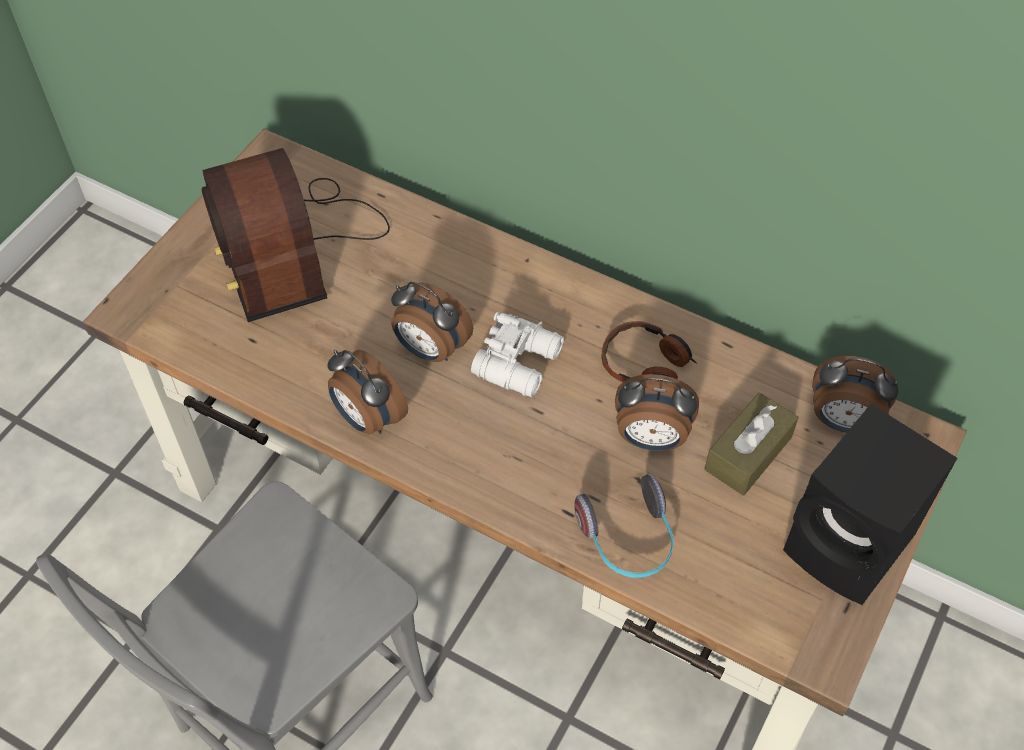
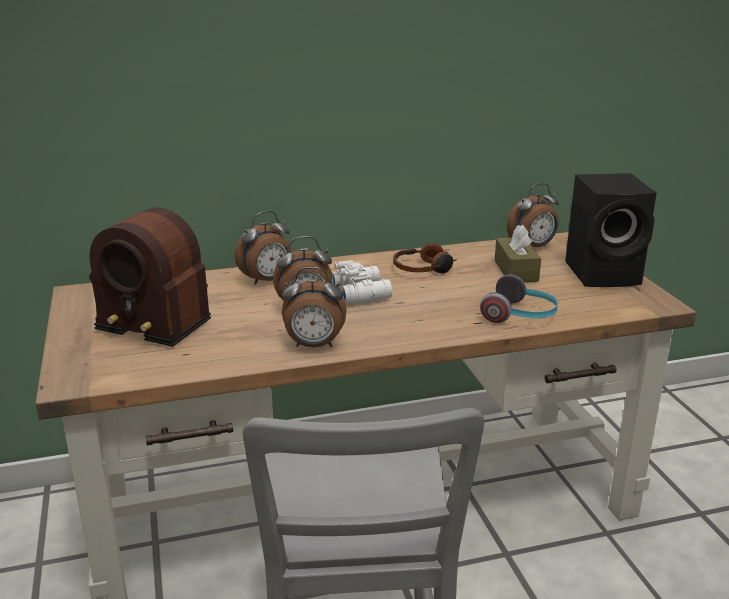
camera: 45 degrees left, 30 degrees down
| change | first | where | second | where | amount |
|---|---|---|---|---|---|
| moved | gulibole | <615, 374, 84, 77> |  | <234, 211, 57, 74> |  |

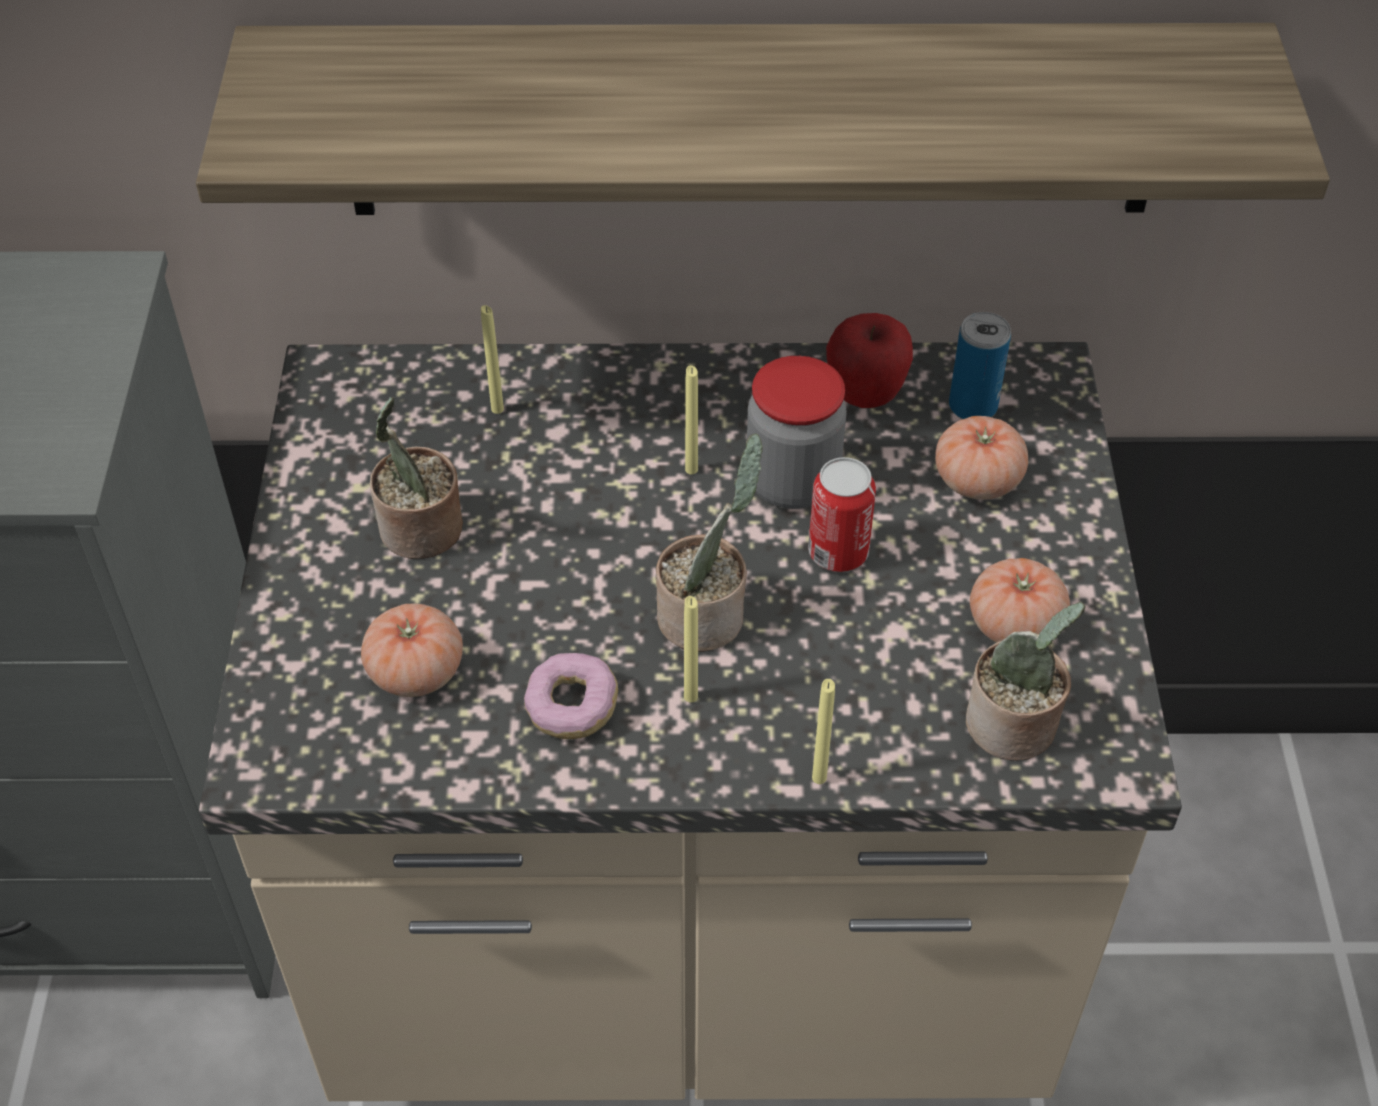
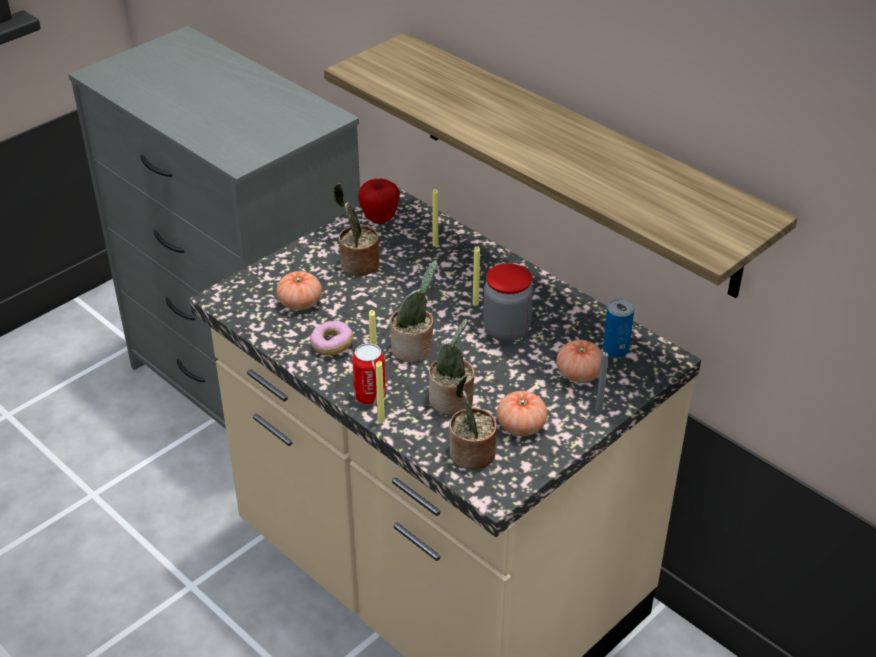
camera: 45 degrees right, 10 degrees down
| change | first | where | second | where | amount |
|---|---|---|---|---|---|
| moved | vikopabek | <826, 313, 87, 95> |  | <358, 179, 42, 45> |  |
| moved | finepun | <808, 457, 68, 115> |  | <352, 343, 34, 62> |  |
| added |  |  | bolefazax | <429, 319, 46, 96> |  |
| added |  |  | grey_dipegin | <595, 351, 13, 62> |  |

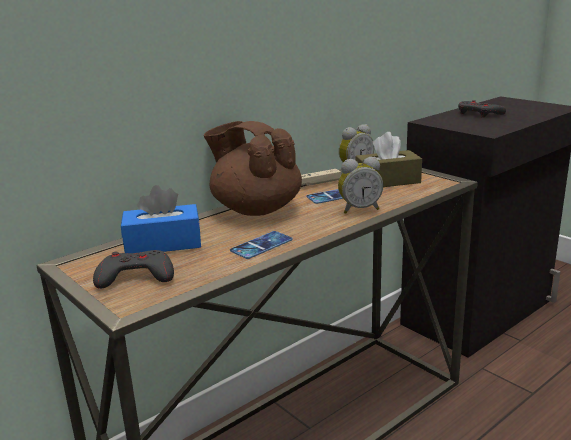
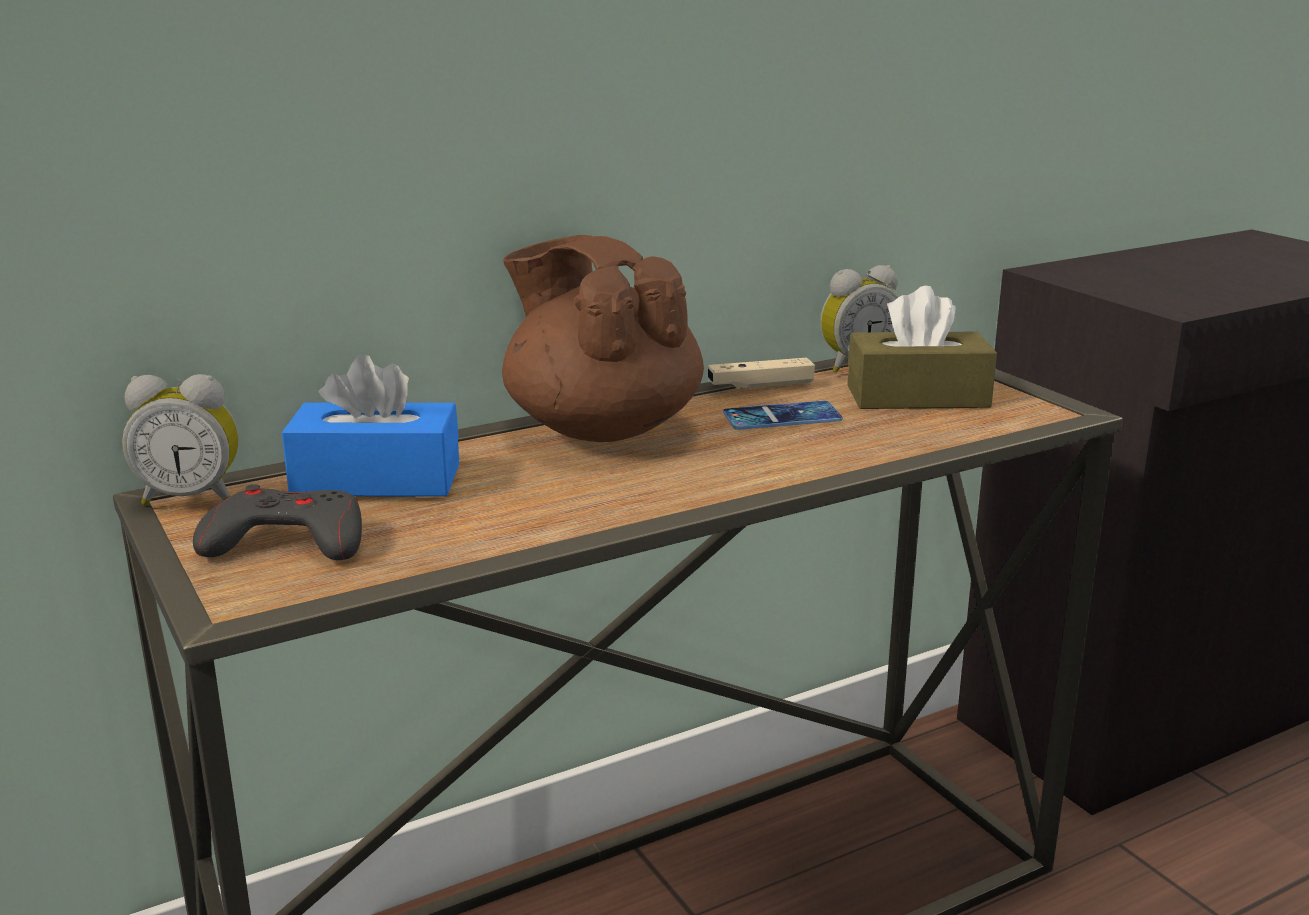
camera: 10 degrees right, 0 degrees up
| change | first | where | second | where | amount |
|---|---|---|---|---|---|
| removed | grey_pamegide | <458, 100, 48, 17> |  |  |  |
| moved | gulibole | <338, 157, 45, 57> |  | <122, 374, 117, 131> |  |
| removed | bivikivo | <230, 231, 63, 28> |  |  |  |

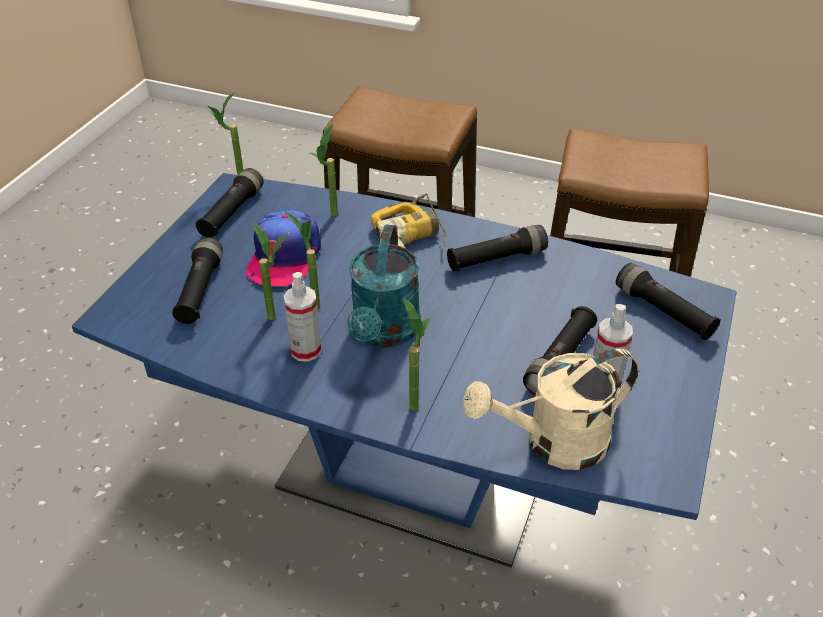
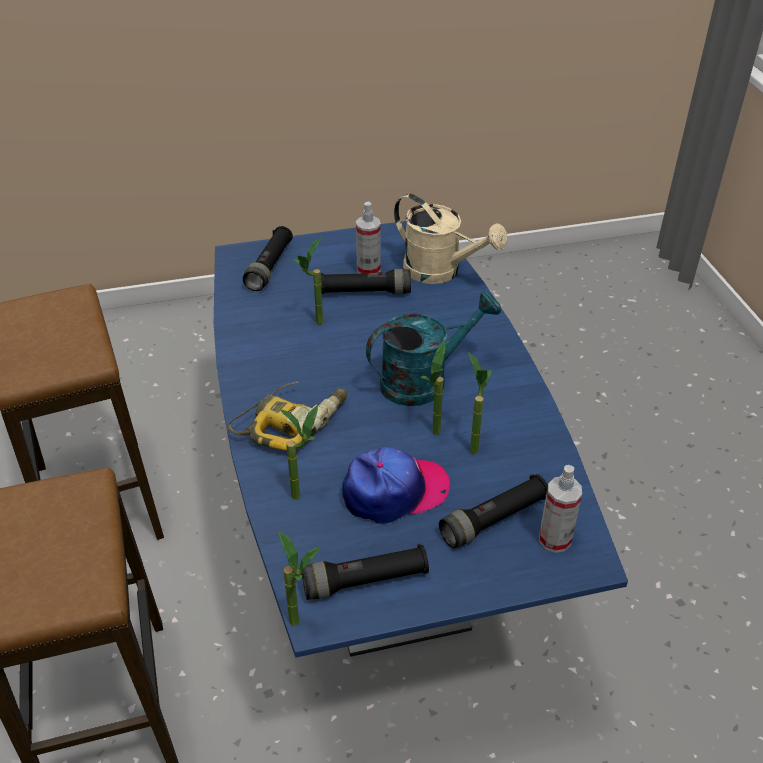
camera: 125 degrees left, 0 degrees up
| change | first | where | second | where | amount |
|---|---|---|---|---|---|
| removed | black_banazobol | <447, 225, 101, 46> |  |  |  |
| moved | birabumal | <284, 272, 37, 90> |  | <539, 465, 43, 88> |  |
| moved | bolefazax | <403, 297, 27, 113> |  | <293, 238, 30, 86> |  |

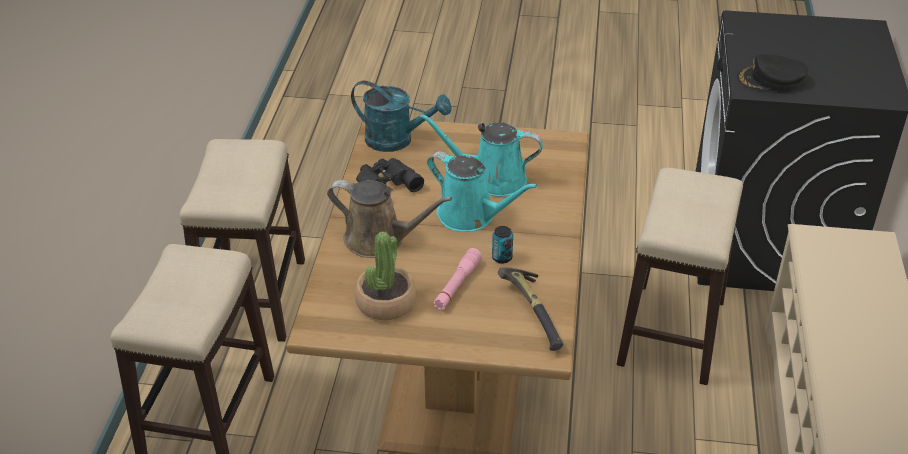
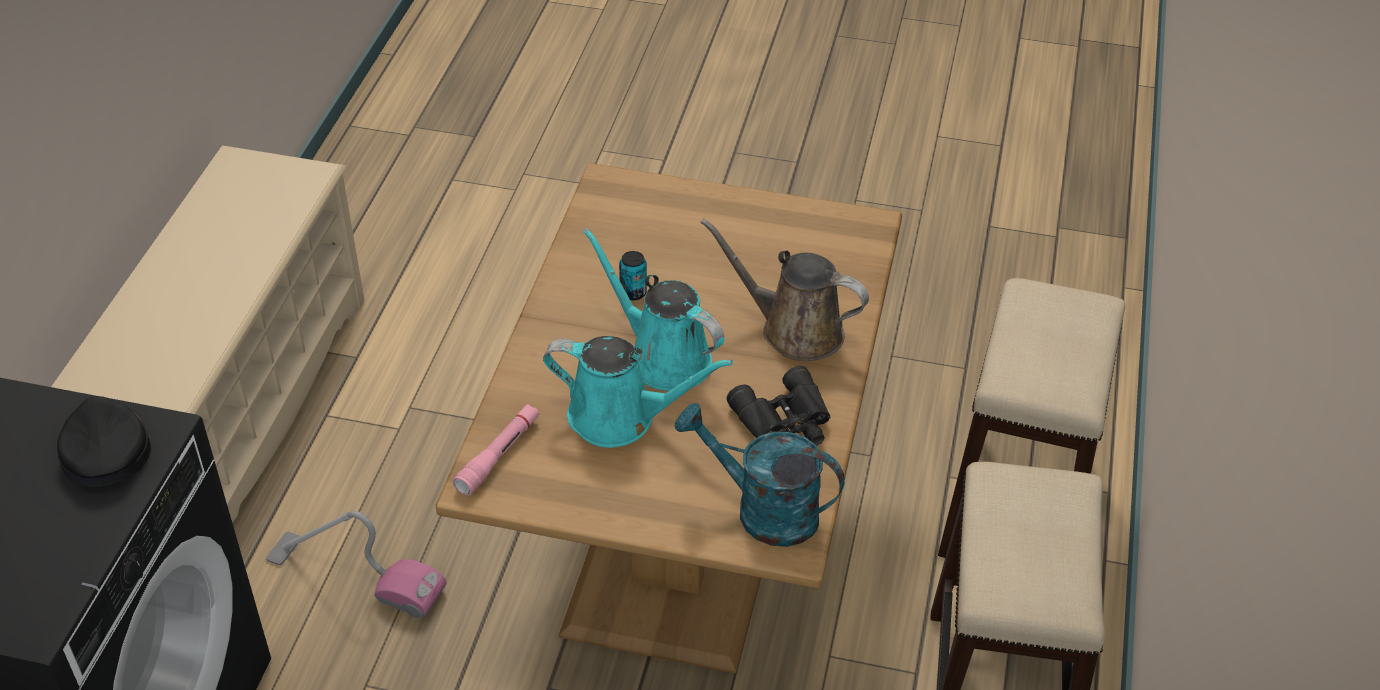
camera: 175 degrees left, 5 degrees up
| change | first | where | second | where | amount |
|---|---|---|---|---|---|
| turned | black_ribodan | <737, 54, 71, 39> |  | <57, 396, 94, 91> | 120 degrees counterclockwise |
| replaced | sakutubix | <617, 168, 126, 217> | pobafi | <266, 511, 180, 107> |  |
| removed | bolefazax | <354, 232, 62, 88> |  |  |  |
| moved | pink_banazobol | <433, 248, 49, 62> |  | <453, 404, 86, 91> |  |
| removed | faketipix | <498, 267, 65, 84> |  |  |  |

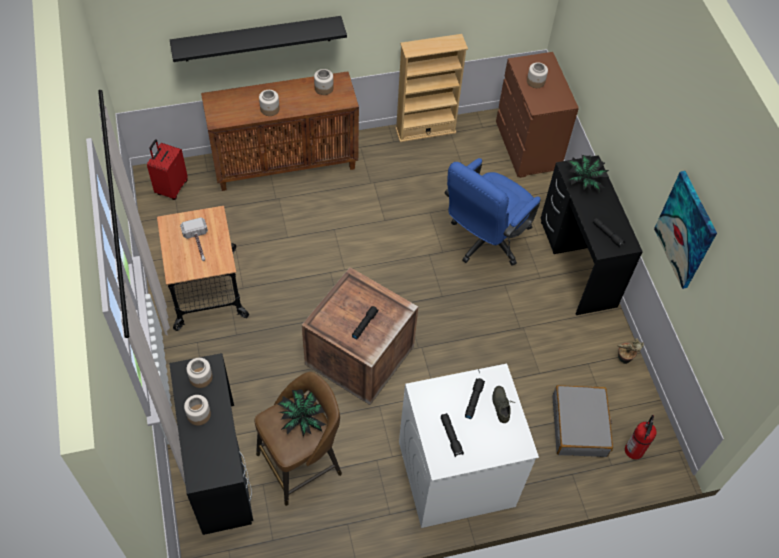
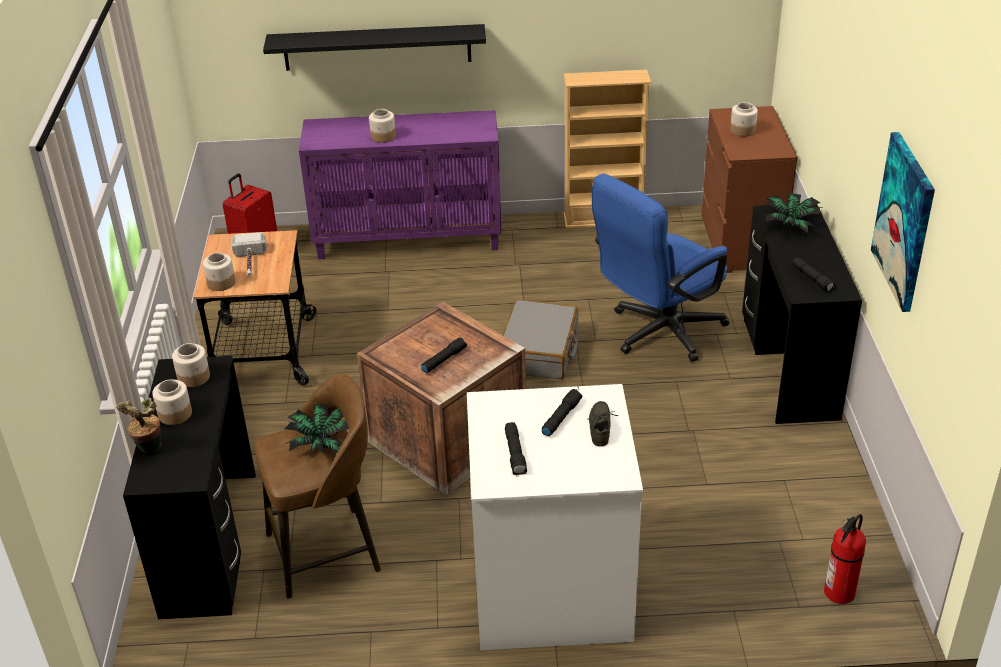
camera: 15 degrees right, 20 degrees down
| change | first | where | second | where | amount |
|---|---|---|---|---|---|
| moved | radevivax | <314, 69, 20, 26> |  | <203, 253, 32, 38> |  |
| recoloured | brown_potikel | <201, 71, 158, 120> | purple_potikel | <299, 110, 203, 149> |  |
| moved | bolefazax | <617, 338, 27, 26> |  | <116, 398, 45, 55> |  |
| moved | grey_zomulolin | <553, 385, 60, 72> |  | <503, 300, 75, 79> |  |

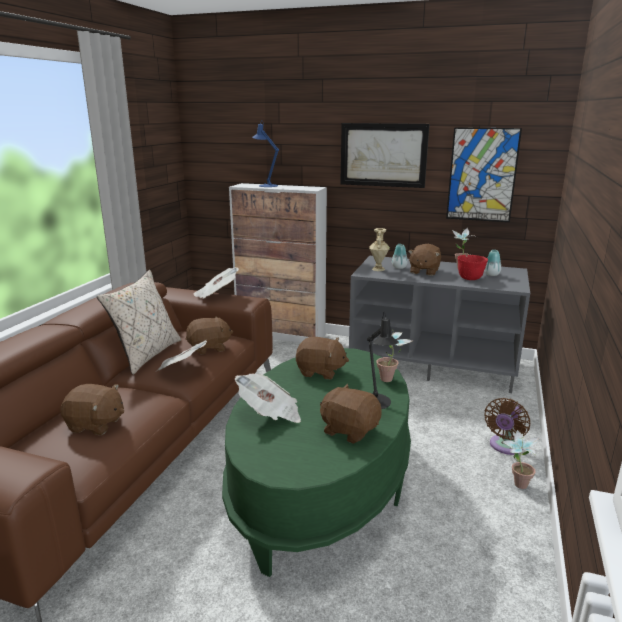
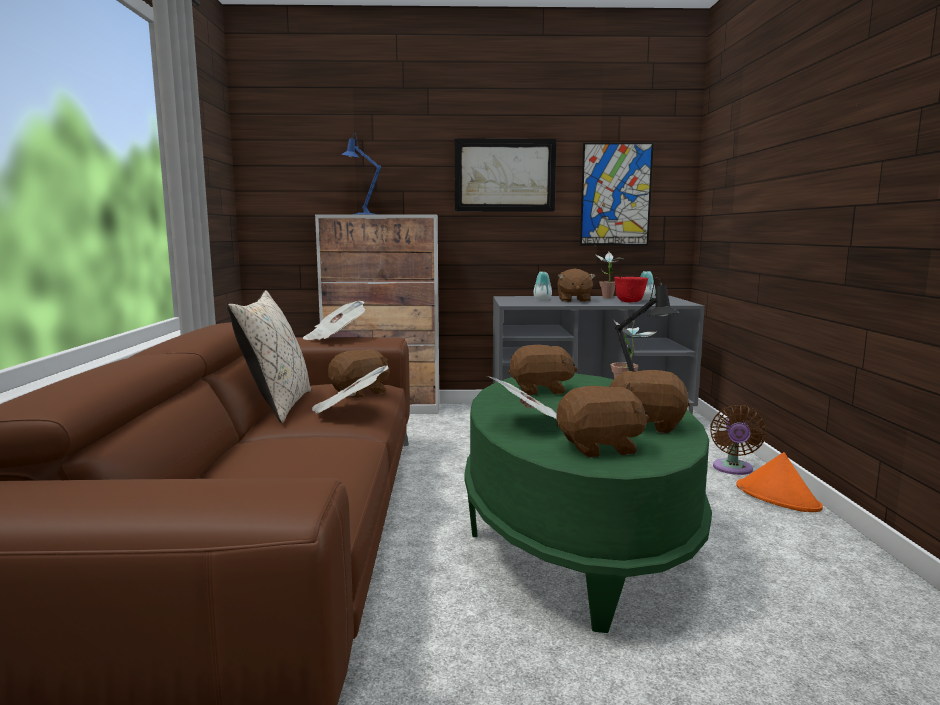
camera: 20 degrees left, 10 degrees down
| change | first | where | second | where | amount |
|---|---|---|---|---|---|
| removed | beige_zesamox | <369, 228, 21, 43> |  |  |  |
| moved | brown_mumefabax | <60, 384, 64, 51> |  | <556, 386, 93, 71> |  |
| replaced | bolefazax | <502, 430, 37, 59> | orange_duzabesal | <736, 452, 87, 60> |  |

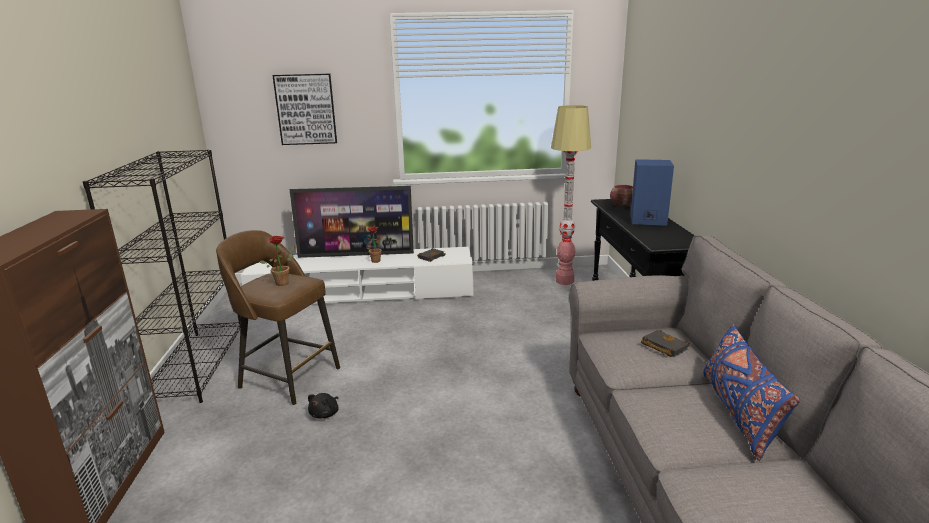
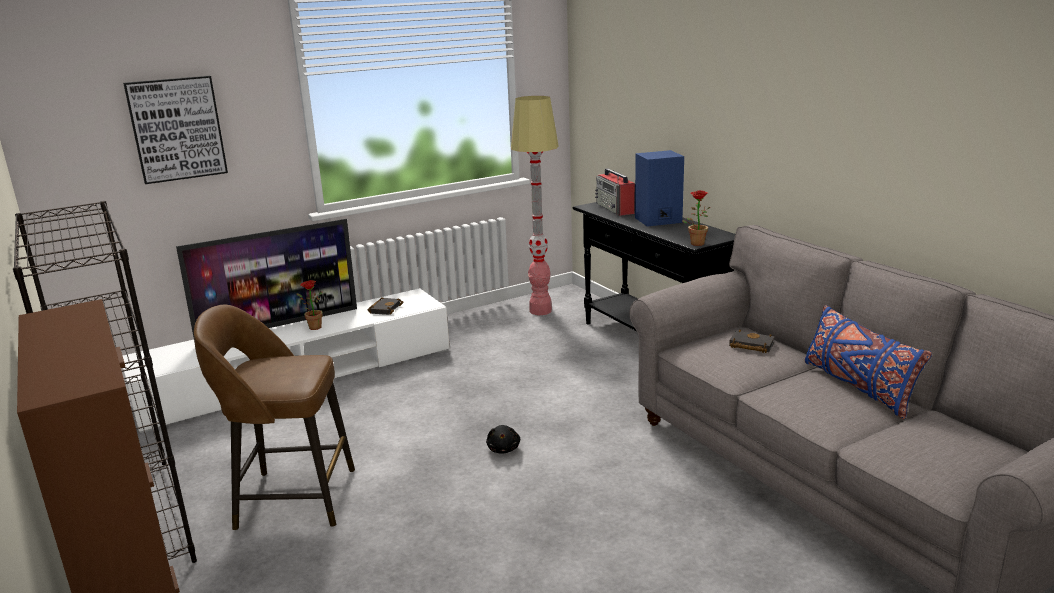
camera: 25 degrees left, 0 degrees up
| change | first | where | second | where | amount |
|---|---|---|---|---|---|
| replaced | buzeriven | <610, 185, 23, 23> | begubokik | <595, 169, 40, 47> |  |
| moved | bolefazax | <259, 236, 36, 50> |  | <682, 190, 28, 56> |  |
| moved | black_mumefabax | <308, 393, 31, 25> |  | <486, 425, 34, 29> |  |

